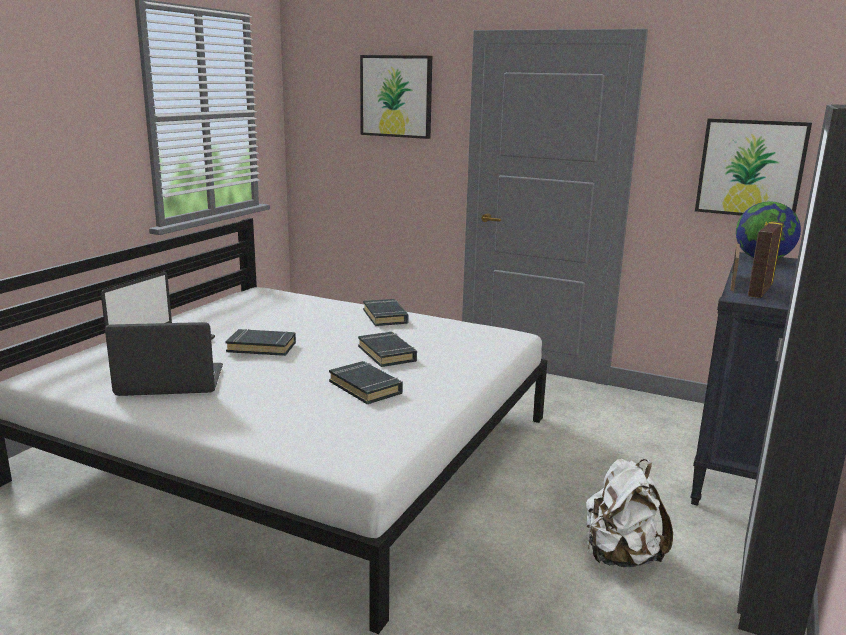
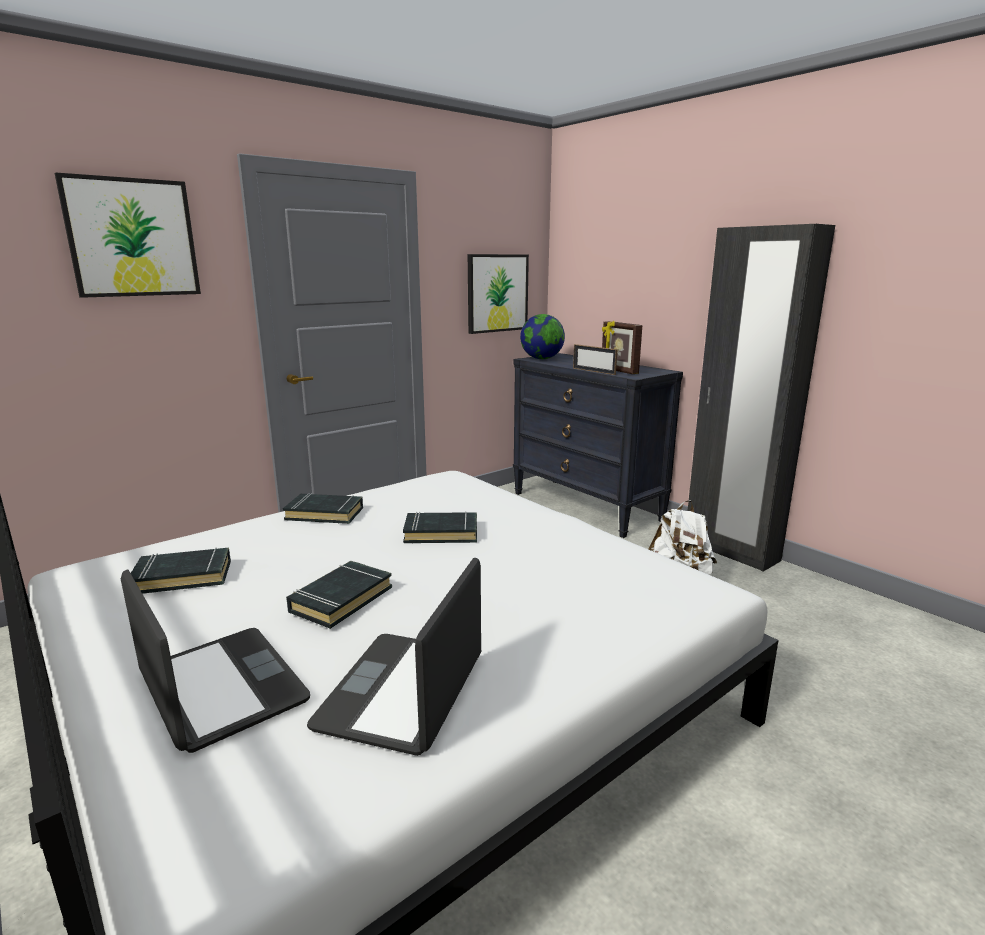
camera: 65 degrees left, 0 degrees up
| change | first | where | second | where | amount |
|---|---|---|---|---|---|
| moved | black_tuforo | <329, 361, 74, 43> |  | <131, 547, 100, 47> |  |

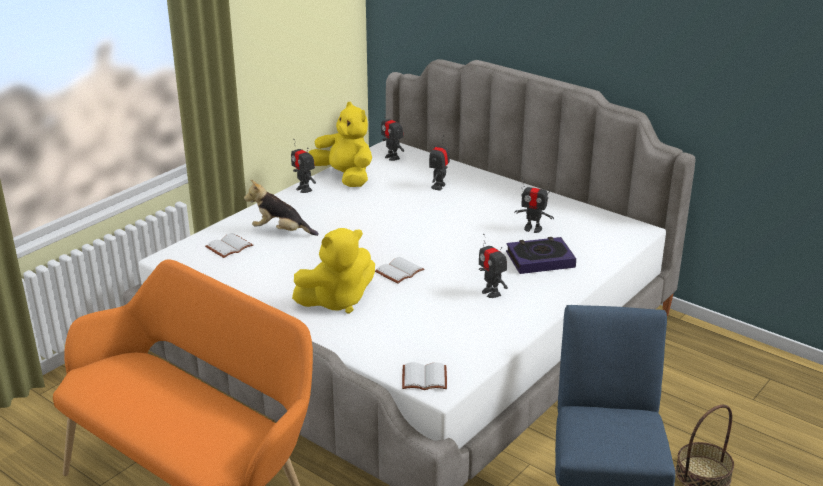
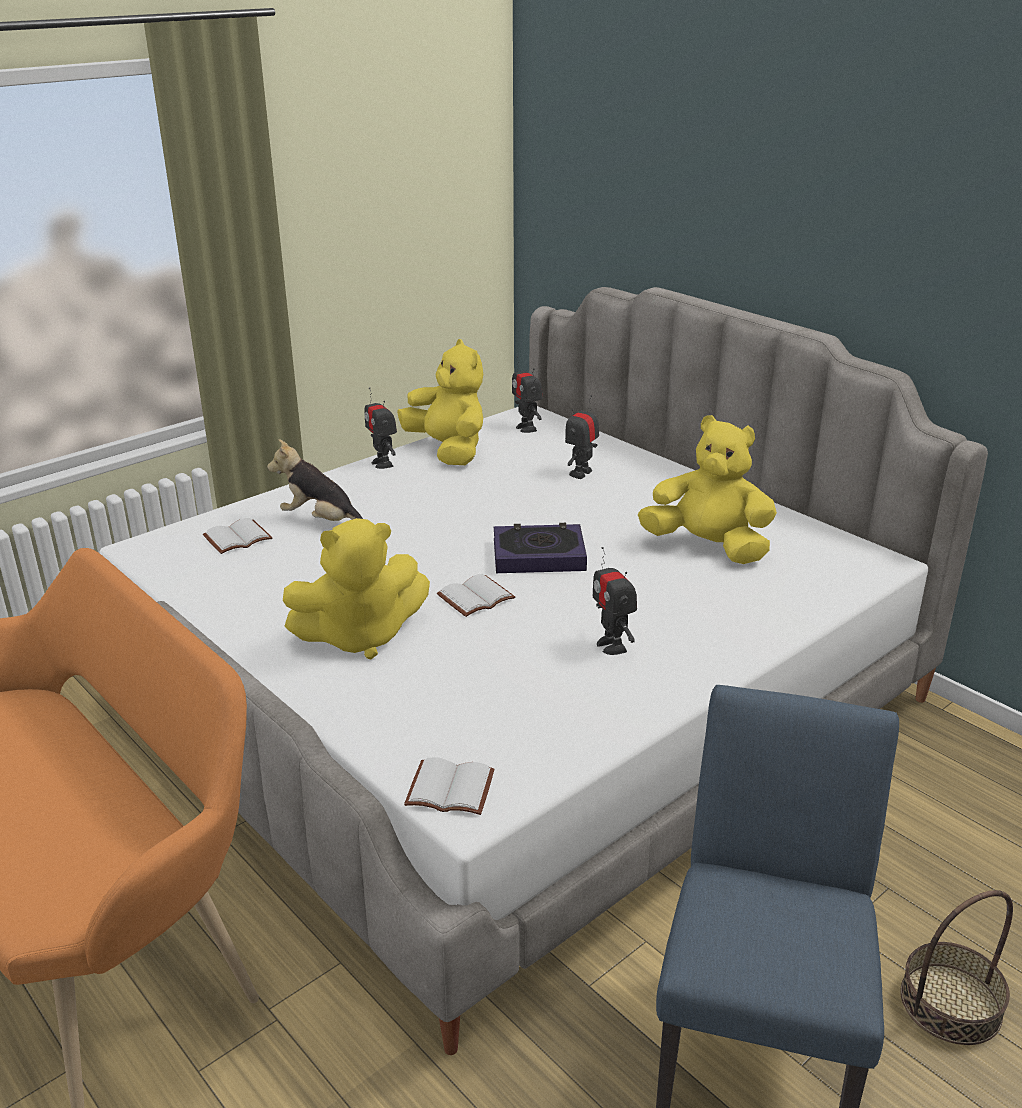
camera: 10 degrees right, 0 degrees up
| change | first | where | second | where | amount |
|---|---|---|---|---|---|
| replaced | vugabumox | <514, 178, 40, 55> | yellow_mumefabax | <638, 415, 139, 149> |  |
| moved | tuforo | <506, 237, 70, 37> |  | <494, 523, 93, 50> |  |

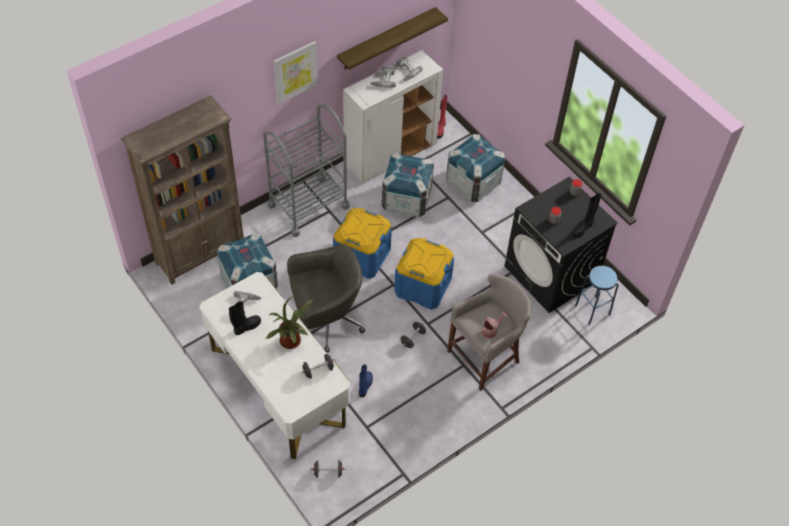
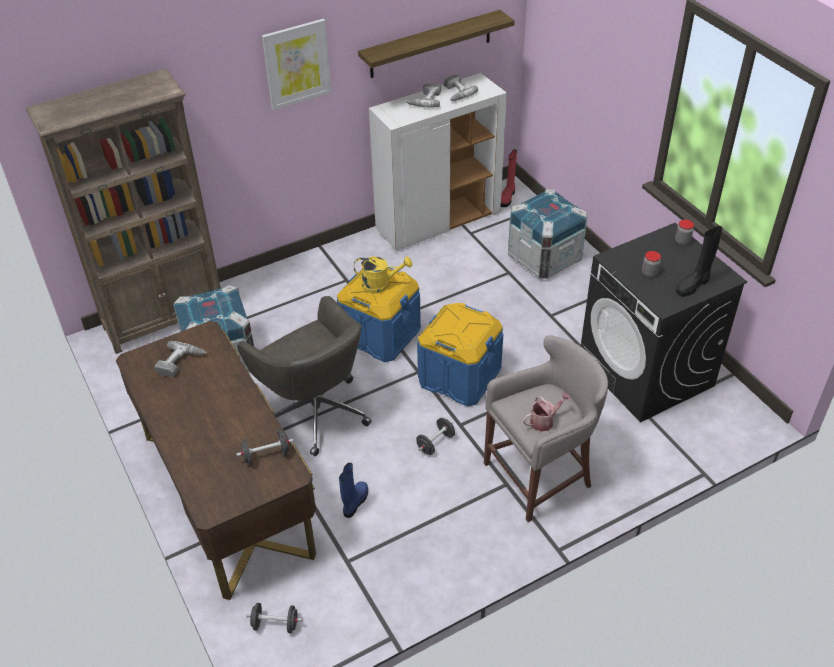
camera: 10 degrees right, 10 degrees down
| change | first | where | second | where | amount |
|---|---|---|---|---|---|
| removed | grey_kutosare | <263, 105, 87, 132> |  |  |  |
| removed | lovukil | <382, 153, 52, 65> |  |  |  |
| turned | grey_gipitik | <287, 244, 78, 109> |  | <237, 296, 135, 160> | 60 degrees clockwise |
| removed | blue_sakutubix | <575, 266, 44, 59> |  |  |  |
| recoloured | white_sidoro | <199, 272, 151, 187> | brown_sidoro | <116, 321, 200, 279> |  |
| removed | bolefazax | <266, 296, 47, 53> |  |  |  |
| removed | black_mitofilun | <229, 301, 32, 34> |  |  |  |
| added |  |  | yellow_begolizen | <354, 257, 58, 36> |  |

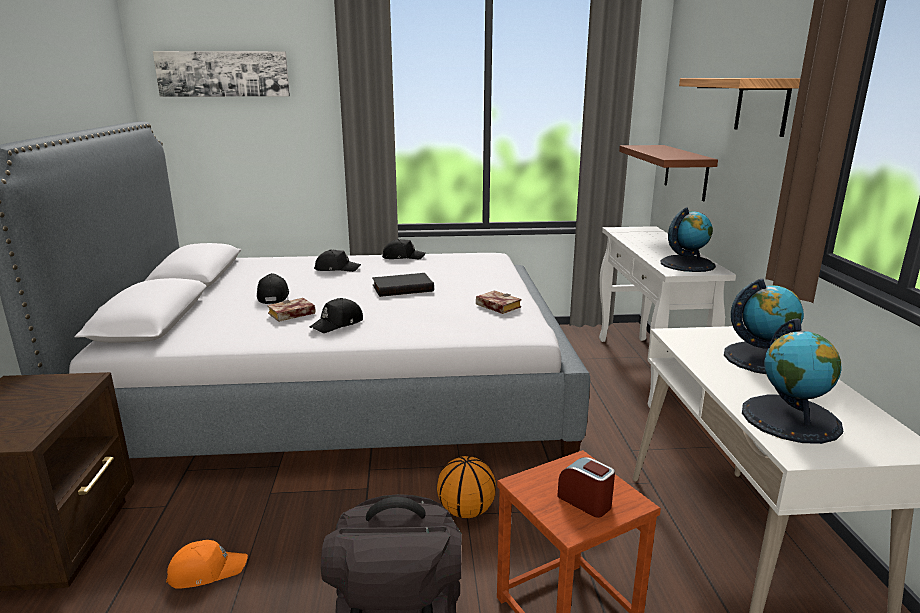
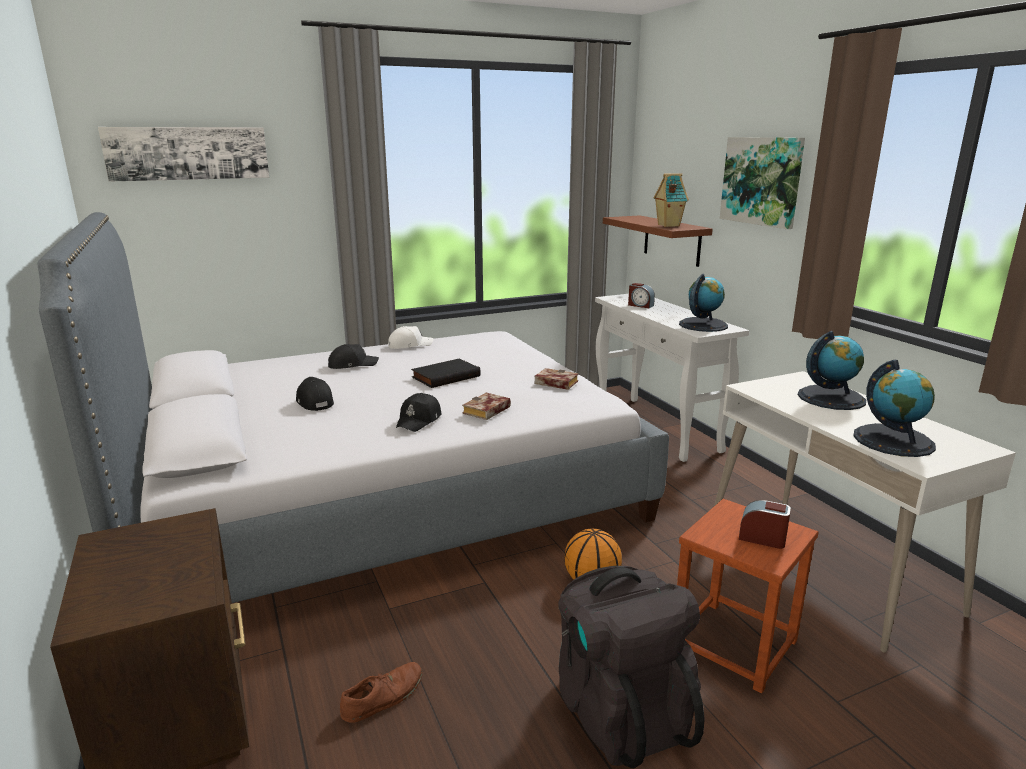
camera: 20 degrees left, 0 degrees up
| change | first | where | second | where | amount |
|---|---|---|---|---|---|
| replaced | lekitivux | <679, 78, 121, 59> | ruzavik | <720, 137, 85, 92> |  |
| recoloured | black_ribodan | <382, 239, 44, 20> | white_ribodan | <388, 326, 45, 23> |  |
| moved | tuforo | <267, 298, 48, 24> |  | <462, 393, 49, 27> |  |
| replaced | orange_ribodan | <166, 540, 82, 49> | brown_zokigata | <340, 662, 82, 61> |  |
| added |  |  | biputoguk | <654, 173, 35, 54> |  |
| added |  |  | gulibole | <628, 283, 27, 25> |  |

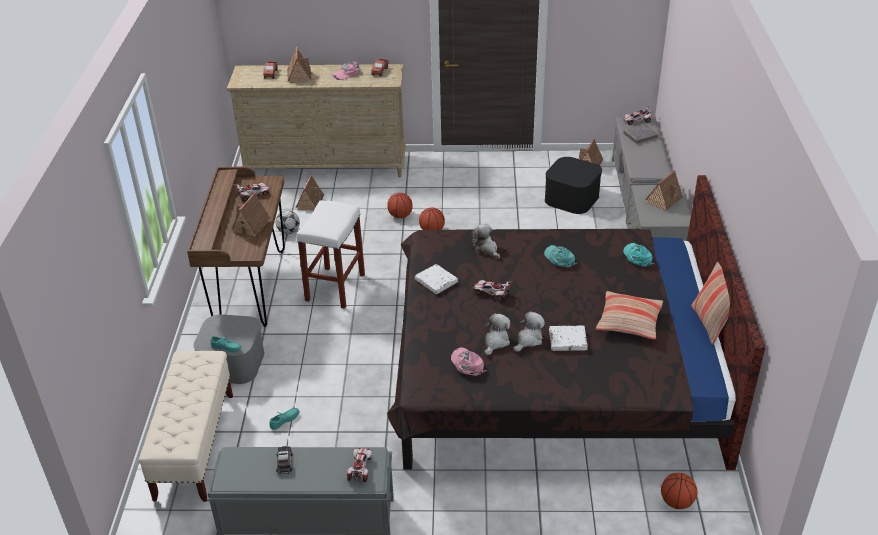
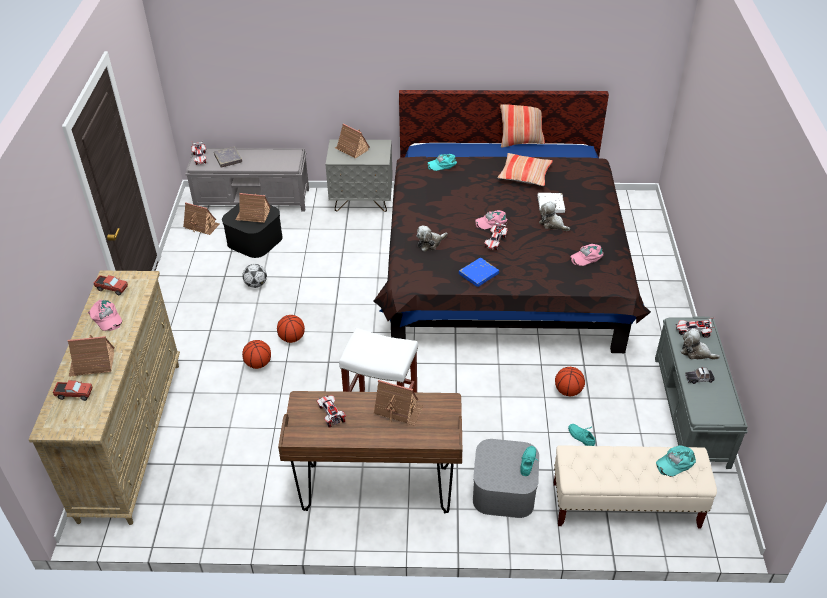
camera: 90 degrees left, 5 degrees up
| change | first | where | second | where | amount |
|---|---|---|---|---|---|
| moved | biputoguk | <296, 175, 28, 36> |  | <236, 193, 35, 30> |  |
| moved | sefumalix | <276, 210, 24, 24> |  | <242, 264, 25, 24> |  |
| moved | turquoise_ribodan | <544, 245, 34, 23> |  | <656, 445, 40, 32> |  |
| recoloured | white_tuforo | <415, 264, 43, 30> | blue_tuforo | <459, 258, 40, 29> |  |
| moved | mumefabax | <485, 314, 25, 41> |  | <681, 328, 39, 32> |  |
| moved | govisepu | <661, 473, 37, 36> |  | <555, 367, 30, 29> |  |
| added |  |  | pink_ribodan | <475, 210, 33, 19> |  |

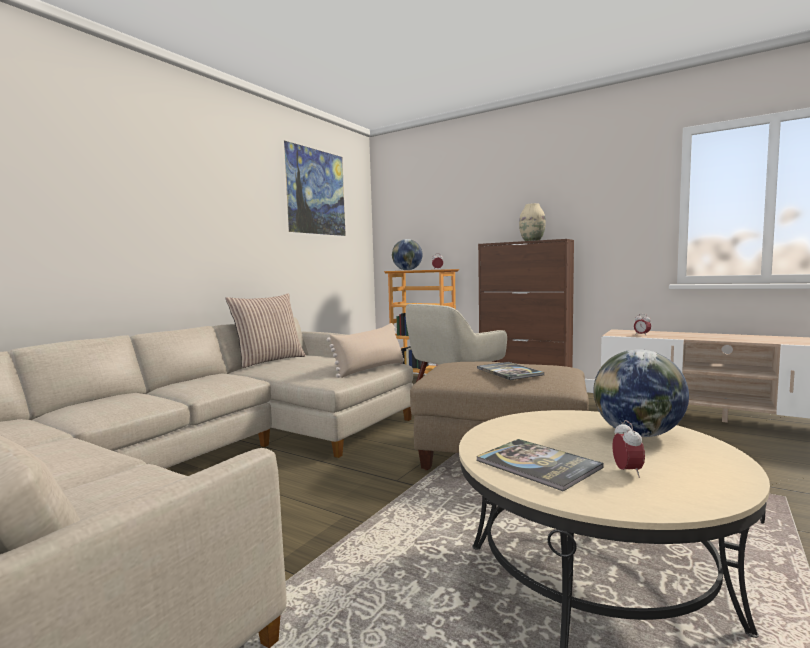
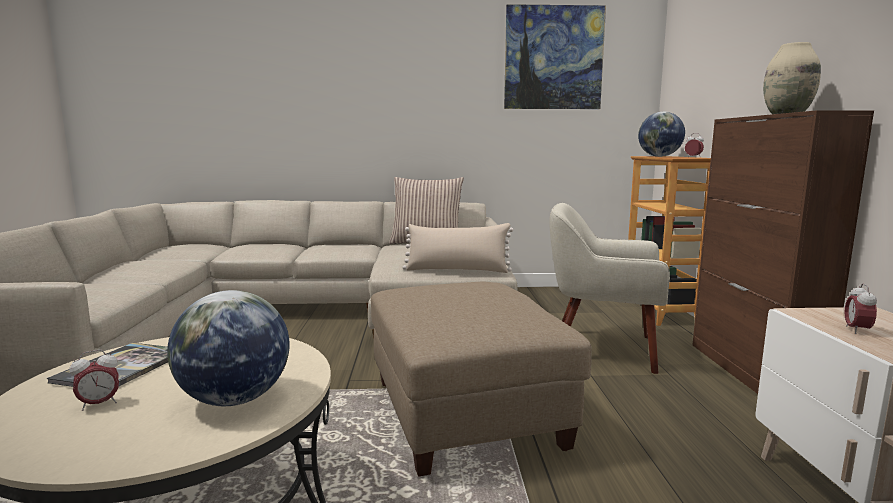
camera: 55 degrees right, 5 degrees up
| change | first | where | second | where | amount |
|---|---|---|---|---|---|
| removed | tuforo | <477, 362, 67, 18> |  |  |  |

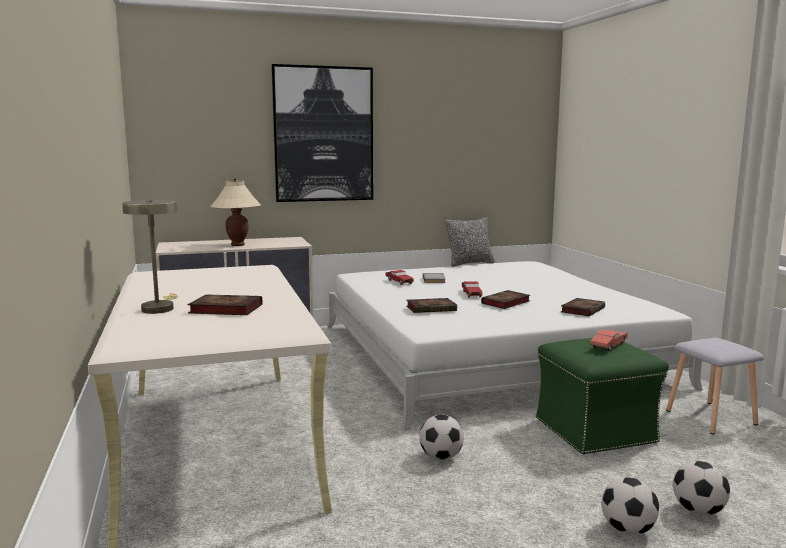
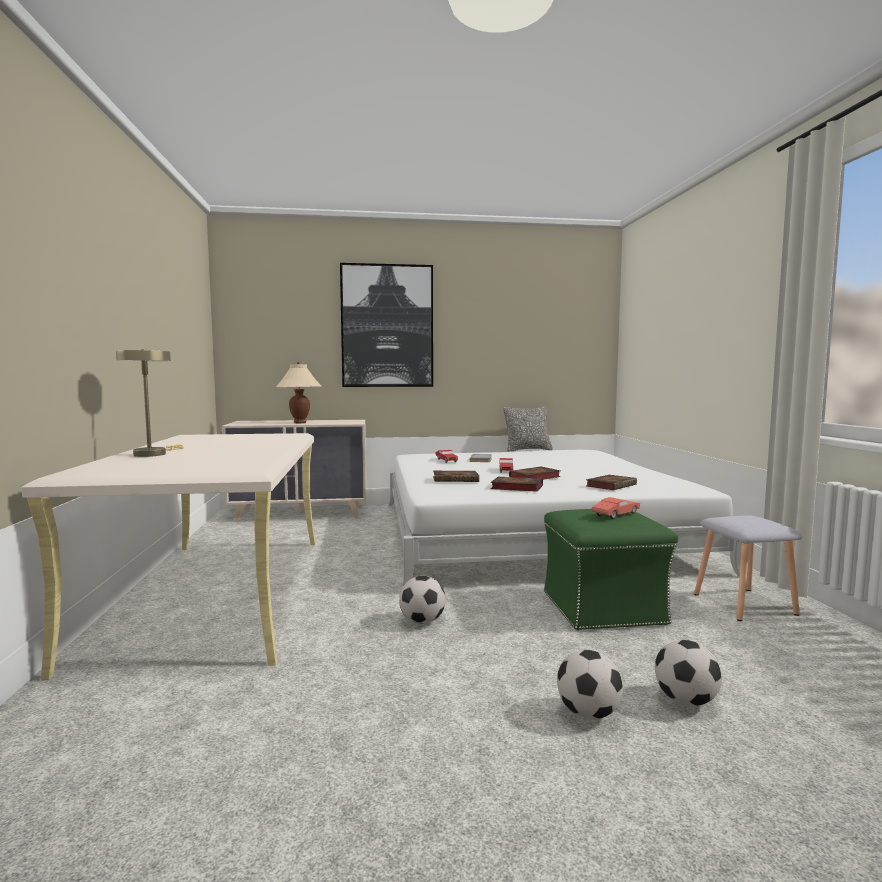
camera: 10 degrees right, 5 degrees down
| change | first | where | second | where | amount |
|---|---|---|---|---|---|
| moved | tuforo | <188, 294, 74, 21> |  | <491, 477, 52, 15> |  |

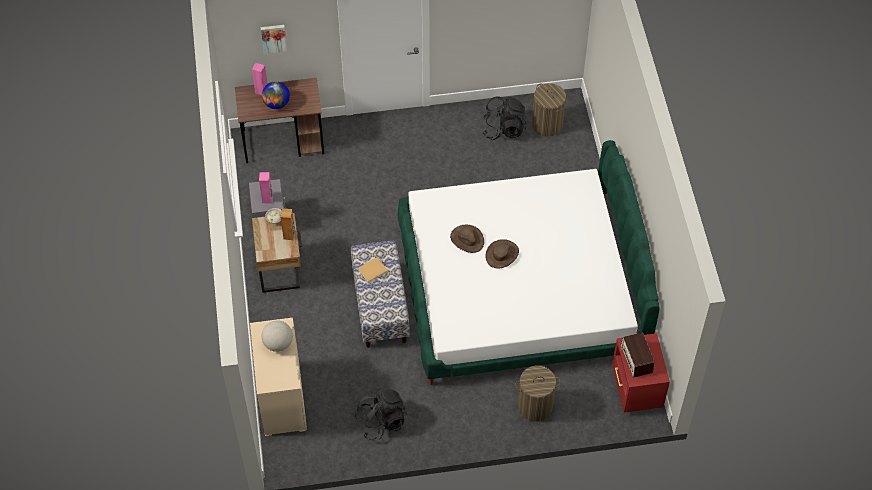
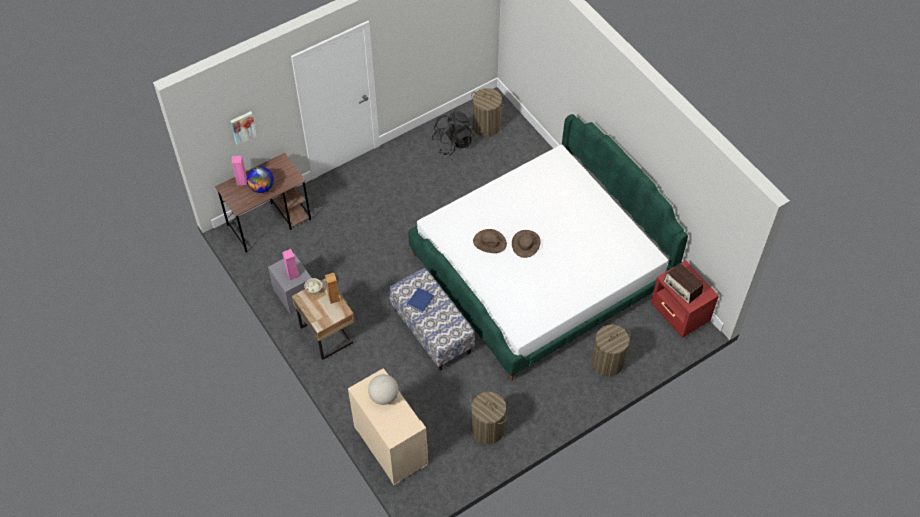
camera: 25 degrees left, 0 degrees up
| change | first | where | second | where | amount |
|---|---|---|---|---|---|
| recoloured | beige_tuforo | <358, 257, 30, 26> | blue_tuforo | <407, 288, 27, 25> |  |
| replaced | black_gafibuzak | <354, 388, 53, 53> | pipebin | <470, 392, 37, 52> |  |

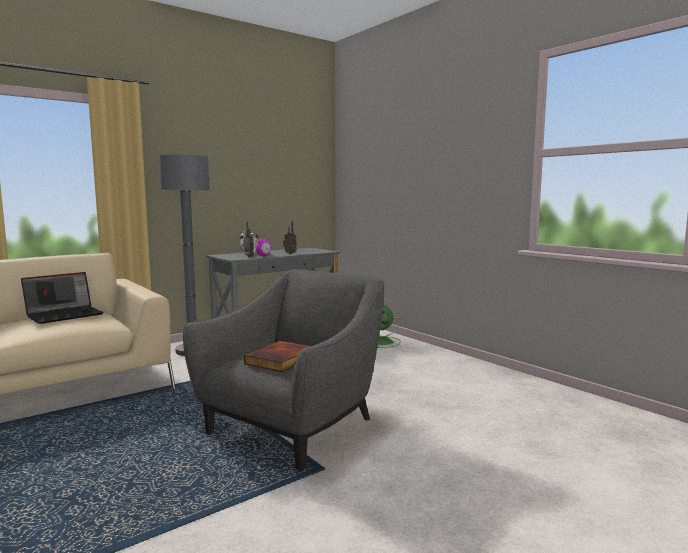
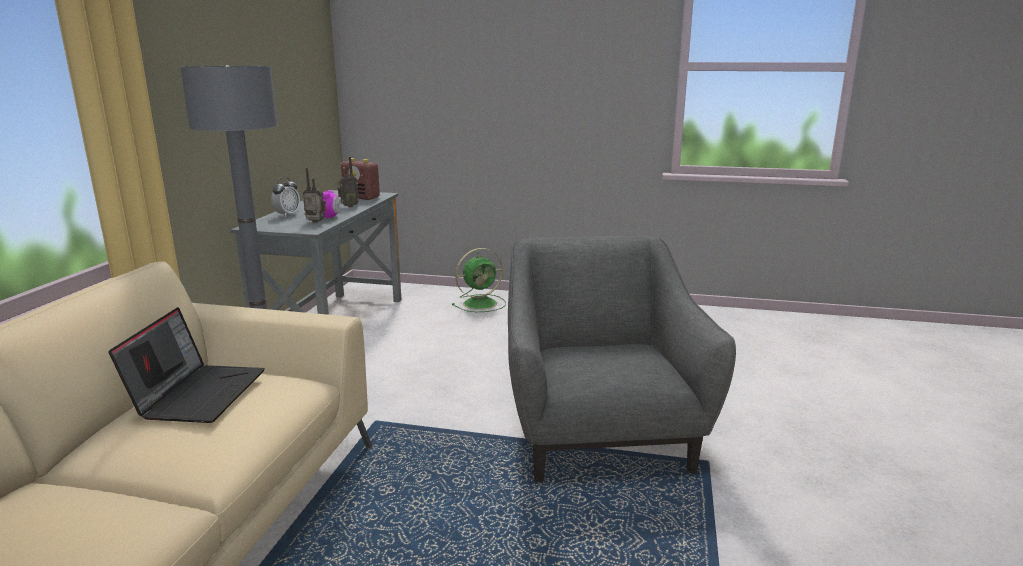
camera: 40 degrees left, 10 degrees up
| change | first | where | second | where | amount |
|---|---|---|---|---|---|
| removed | tuforo | <244, 341, 67, 31> |  |  |  |
| added |  |  | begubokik | <341, 158, 39, 42> |  |

